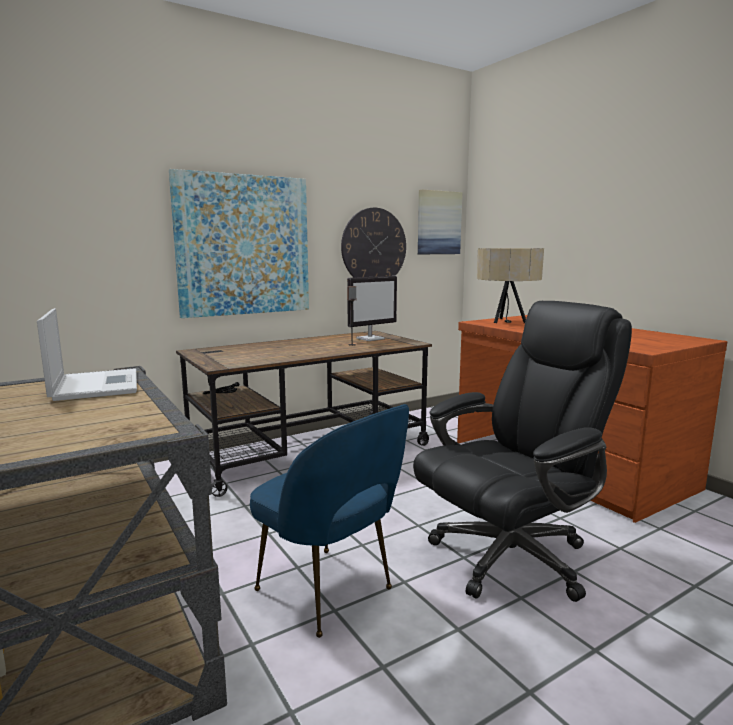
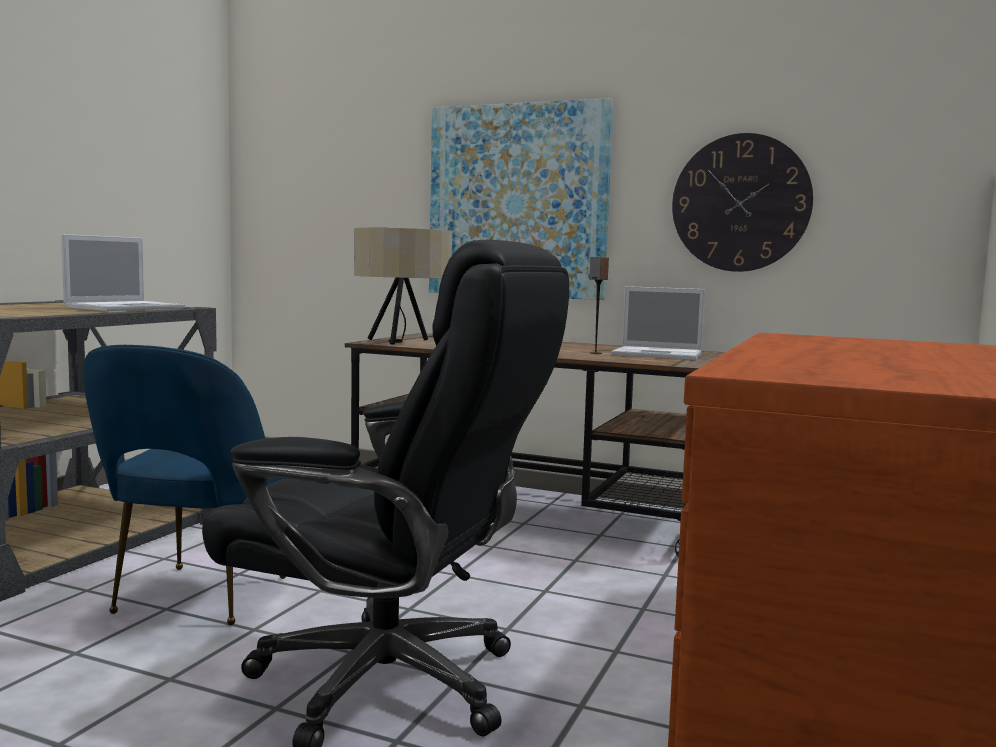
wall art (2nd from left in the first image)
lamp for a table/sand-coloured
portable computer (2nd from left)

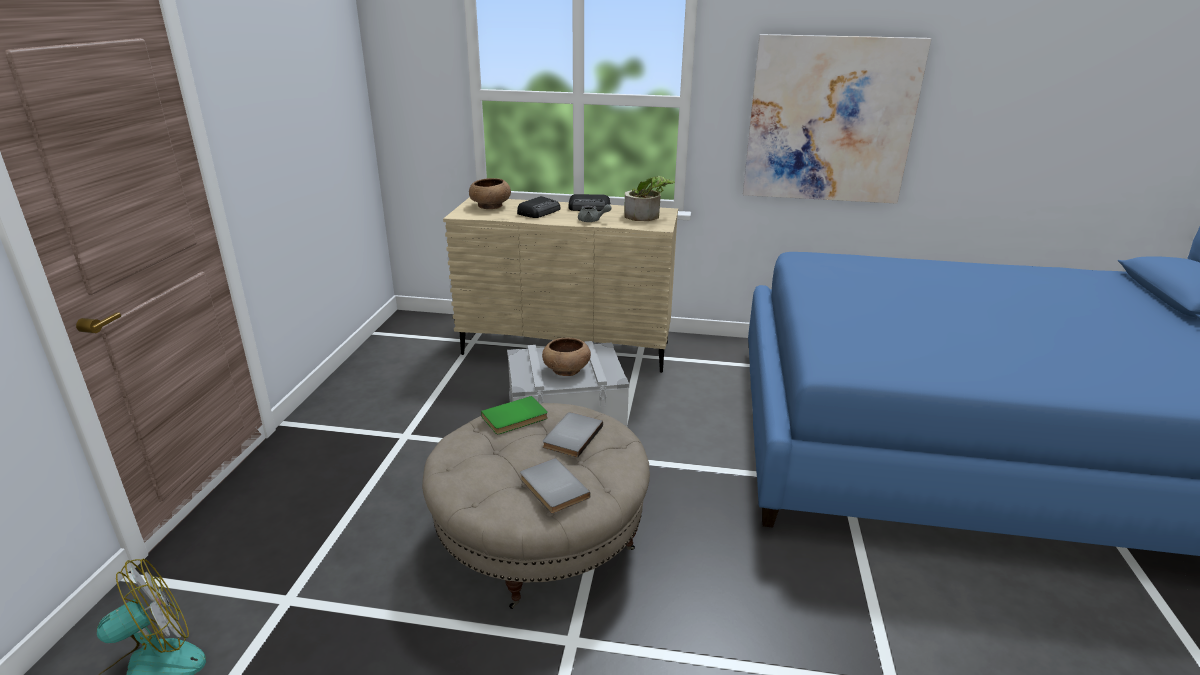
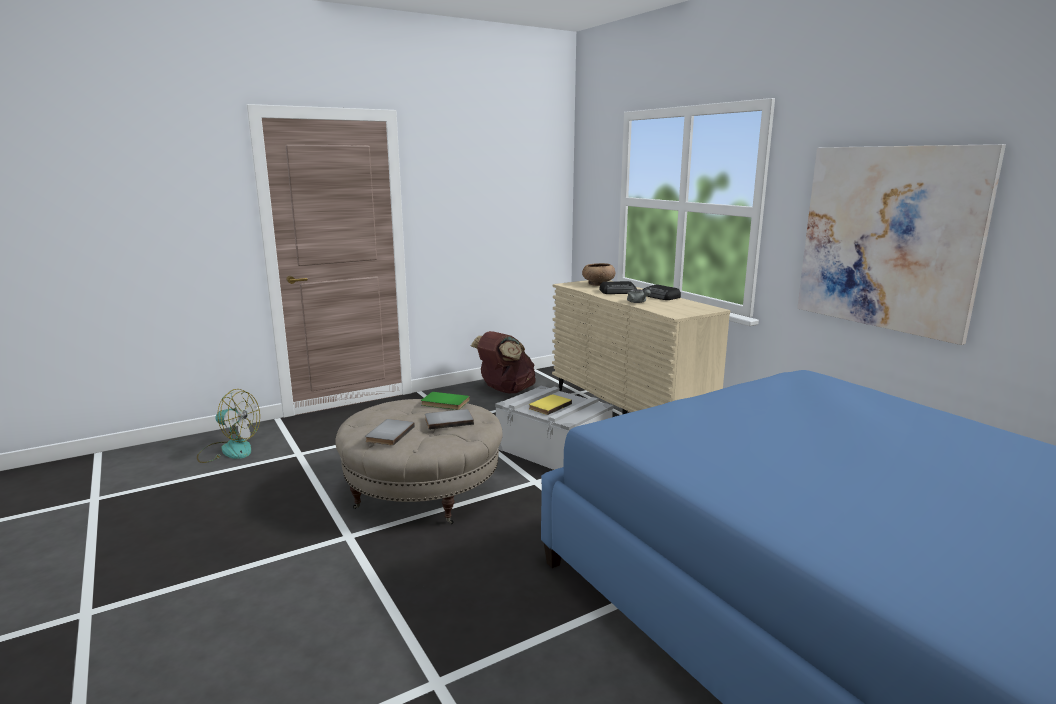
houseplant
knapsack/brown-coloured
bound book/yellow

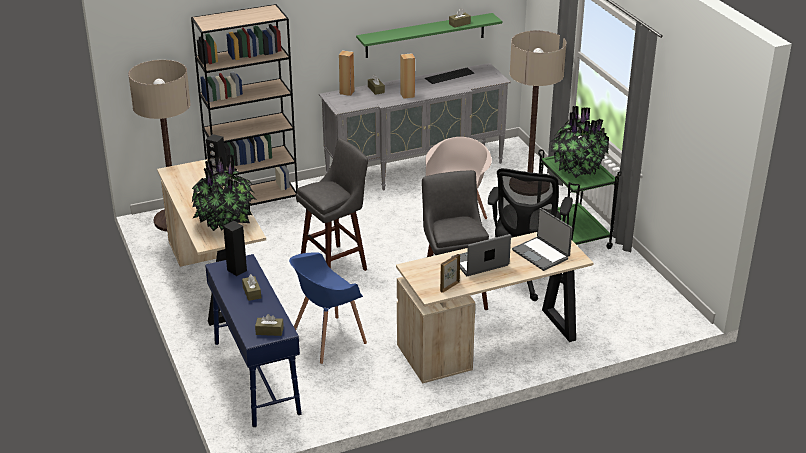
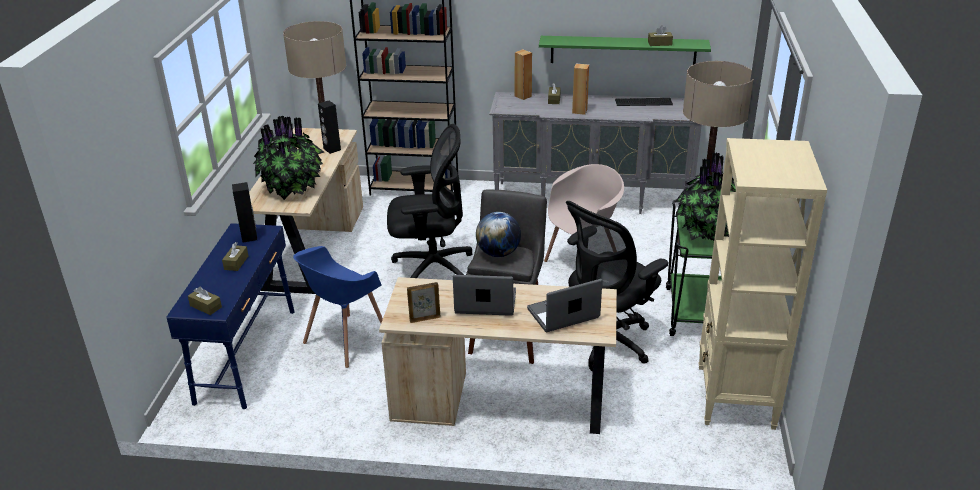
desk globe
bookcase/sand-coloured (2nd from left)
computer chair/blackish (1st from left)
upright chair/blue-coloured
portable computer (2nd from left)

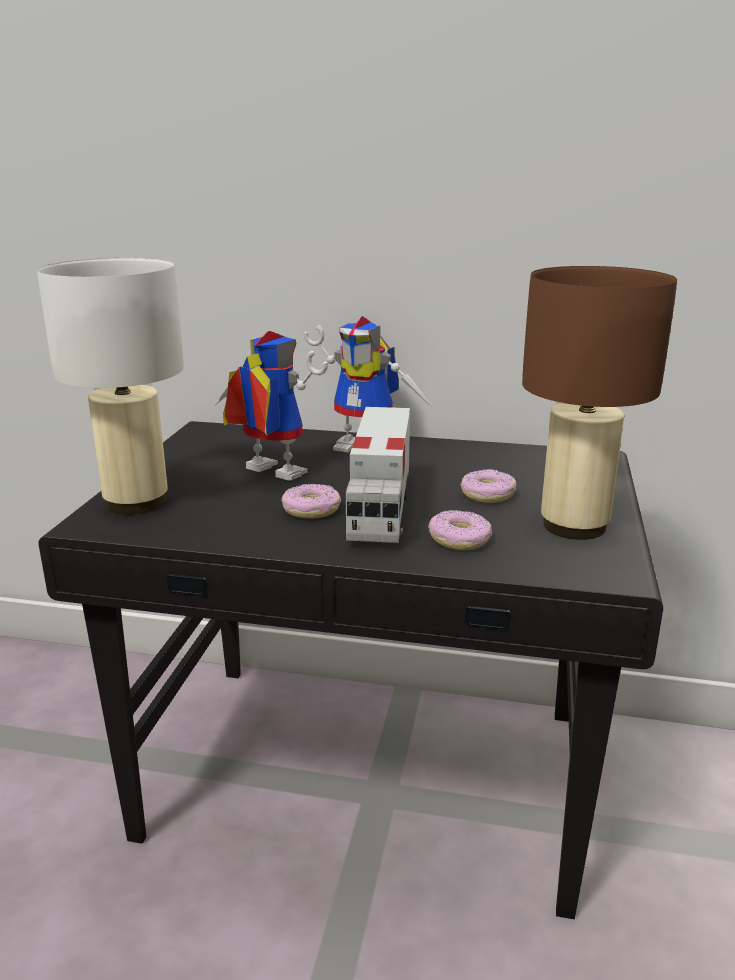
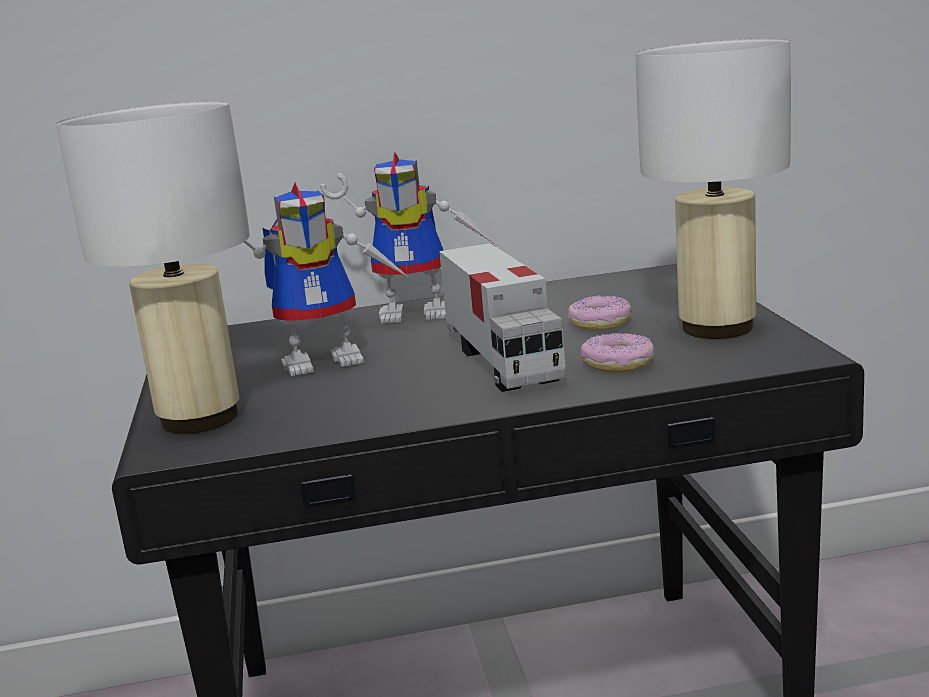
ring doughnut (1st from left in the first image)
lamp for a table/white-coloured (2nd from left)
model robot (1st from left)

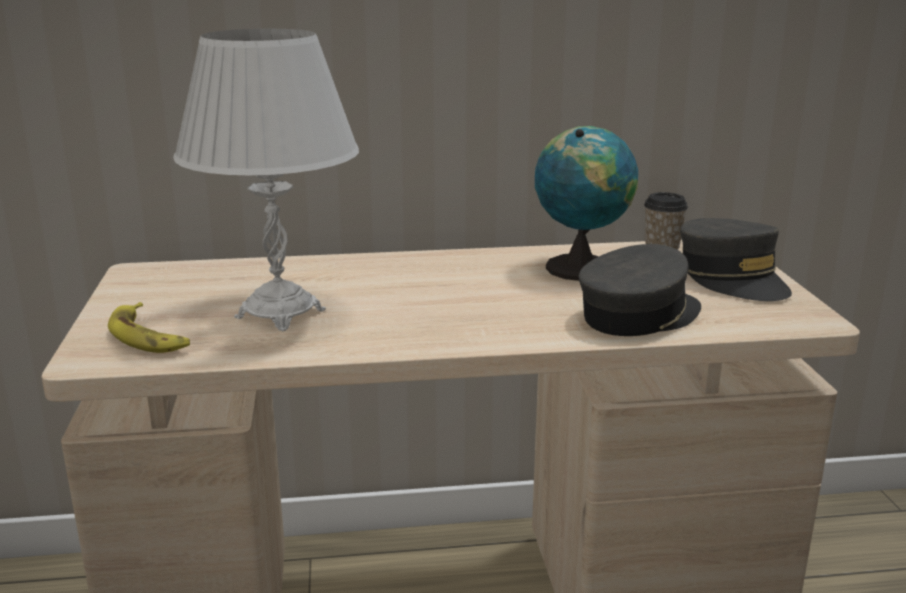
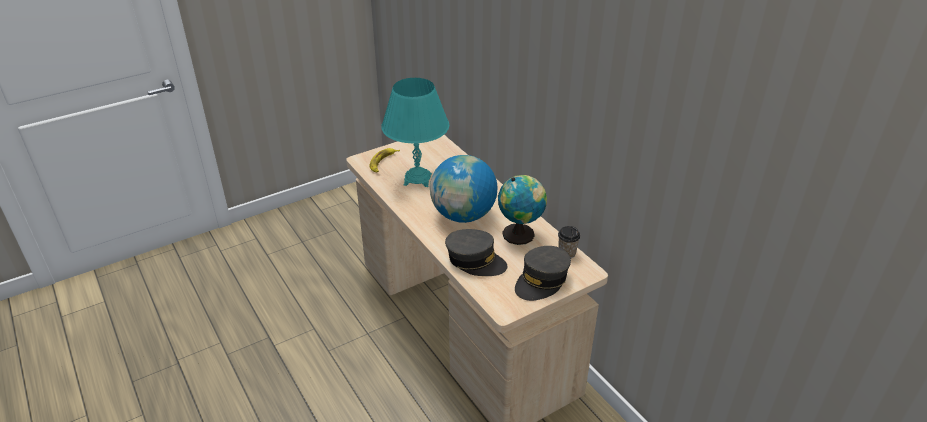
desk globe (1st from left)
lamp for a table/turquoise

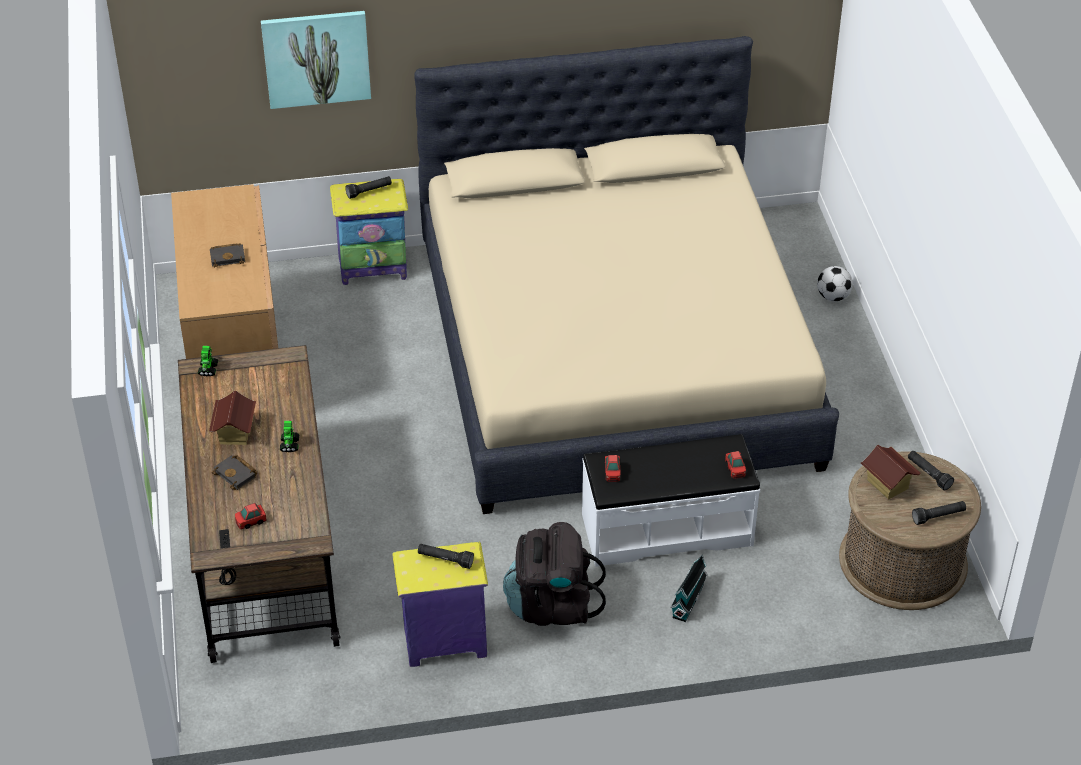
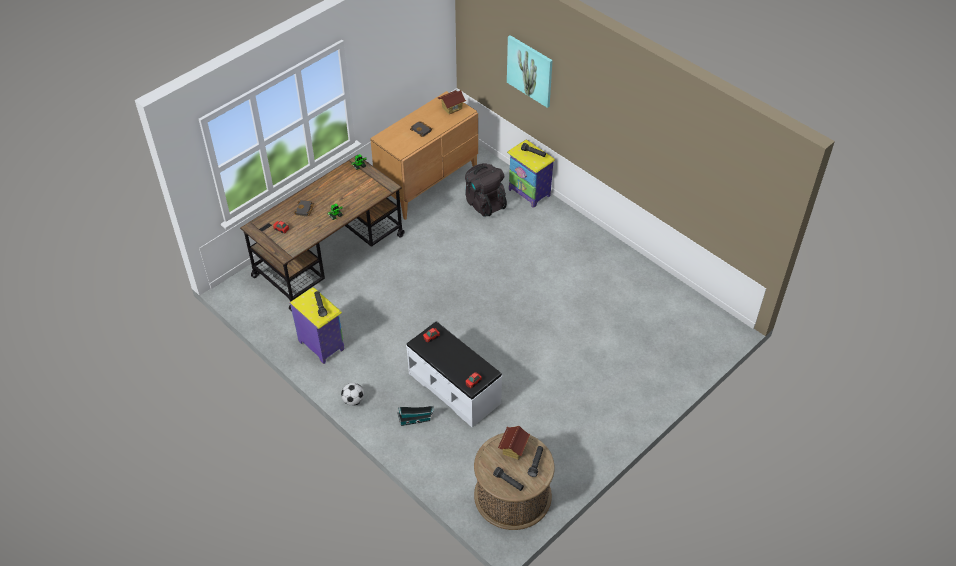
bed/sand-coloured
model house (2nd from left)
knapsack/blackish
ball for football

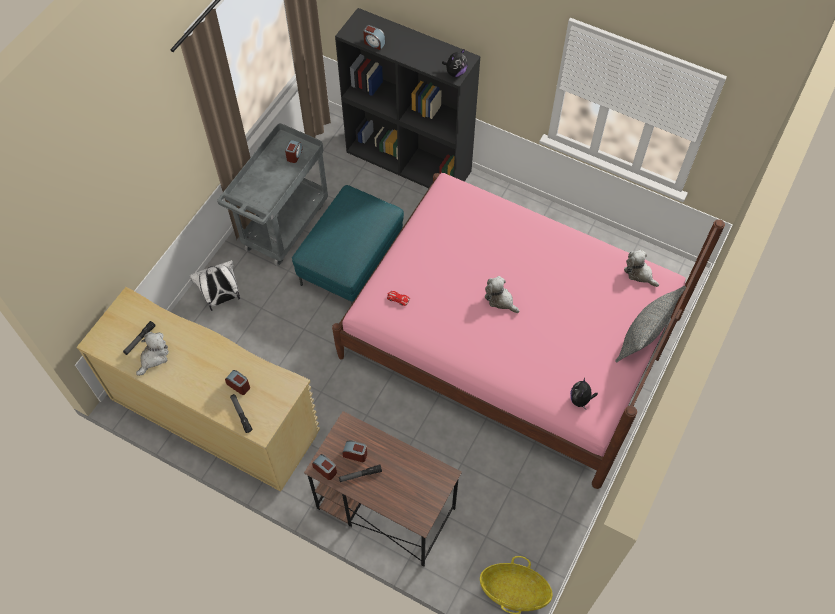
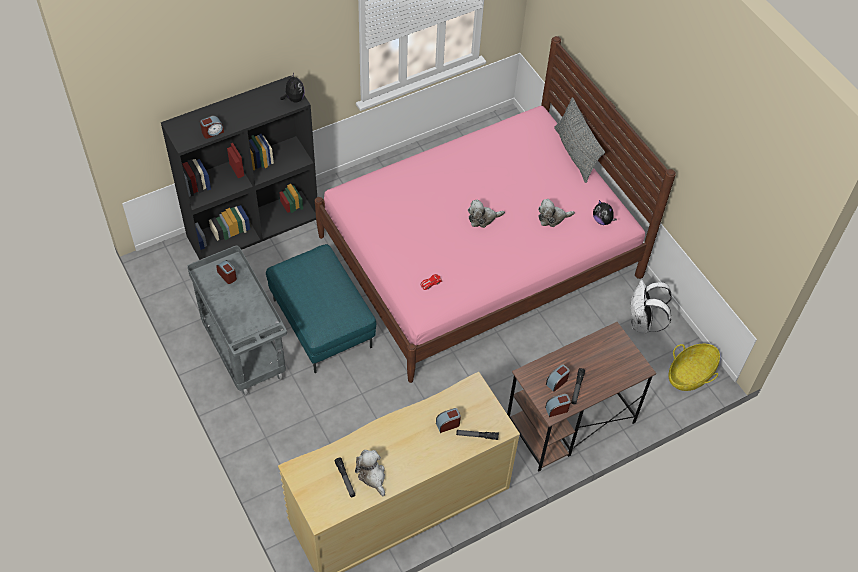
knapsack/white-coloured
soft toy (4th from left)

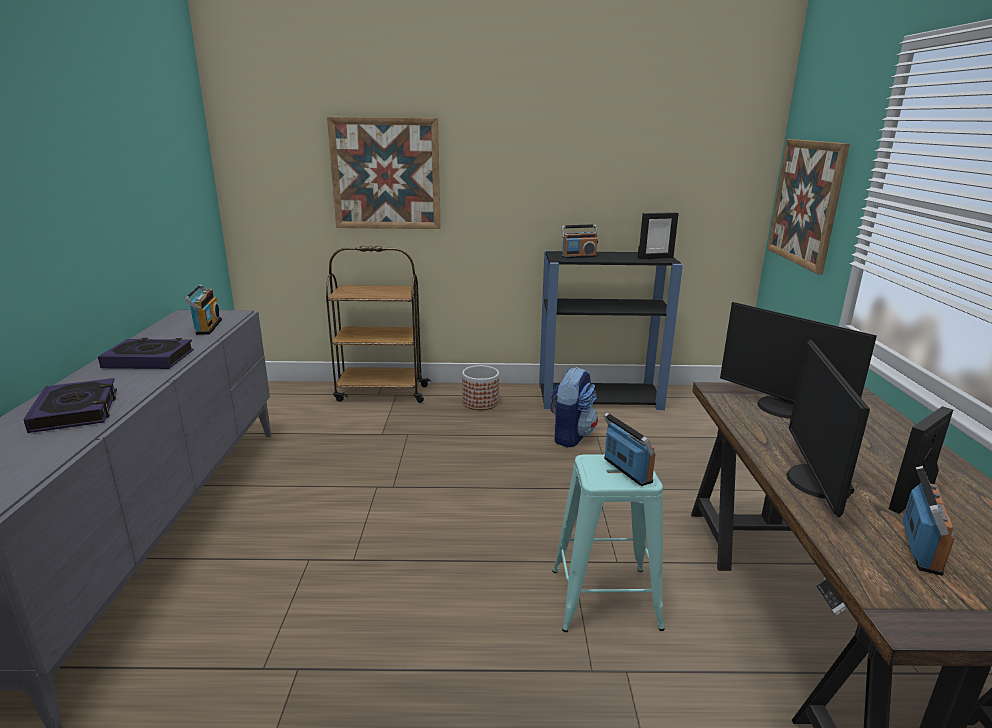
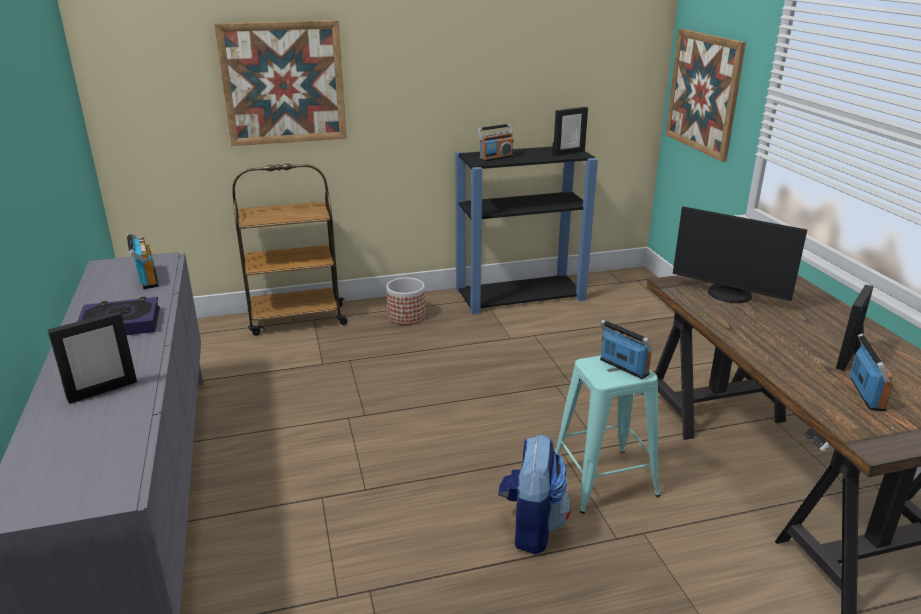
monitor (2nd from left in the first image)
knapsack
photo frame (1st from left)

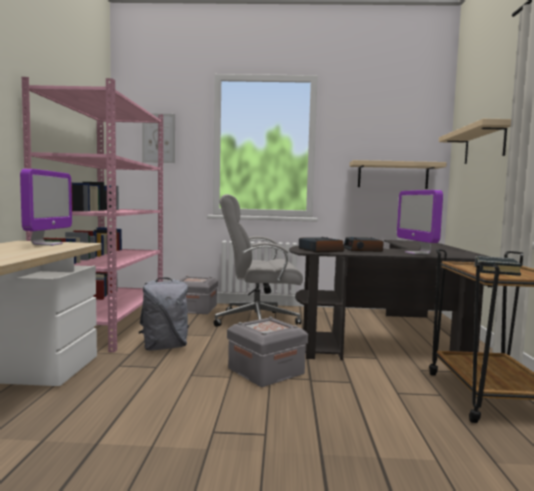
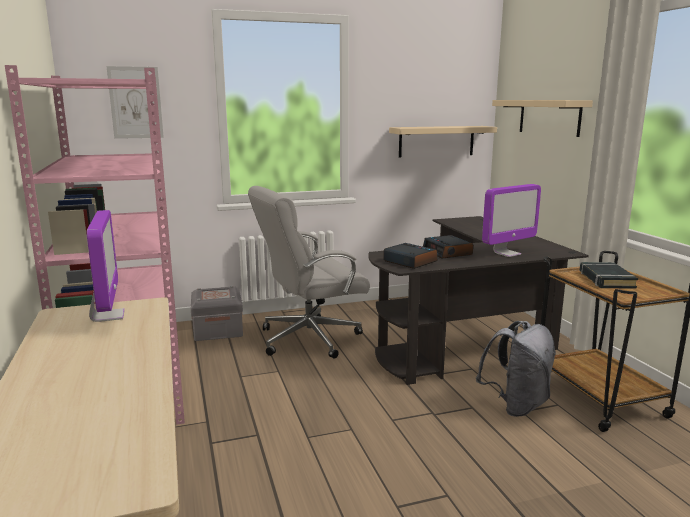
storage box/grey (2nd from left in the first image)
knapsack/grey
monitor (2nd from left)

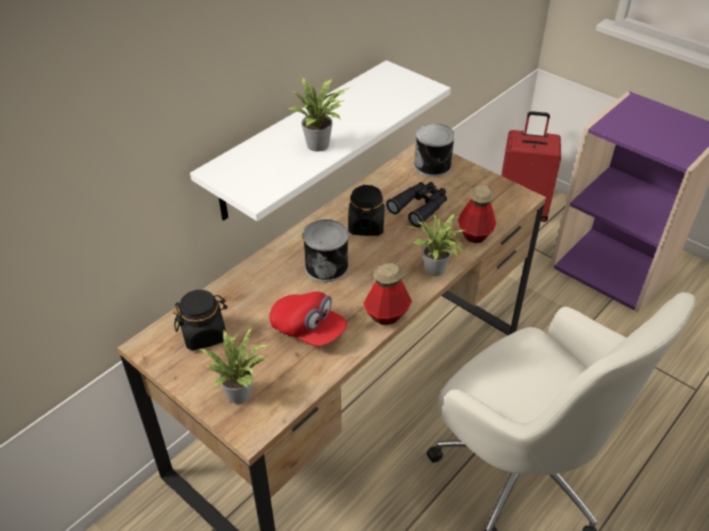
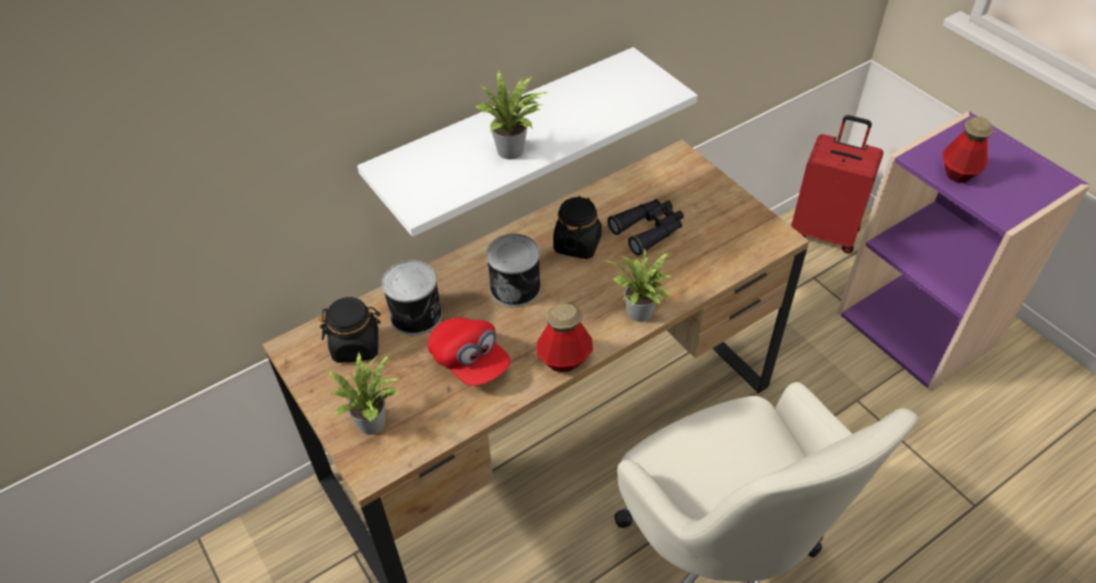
sealed can (1st from left)
beverage bottle (2nd from left)

